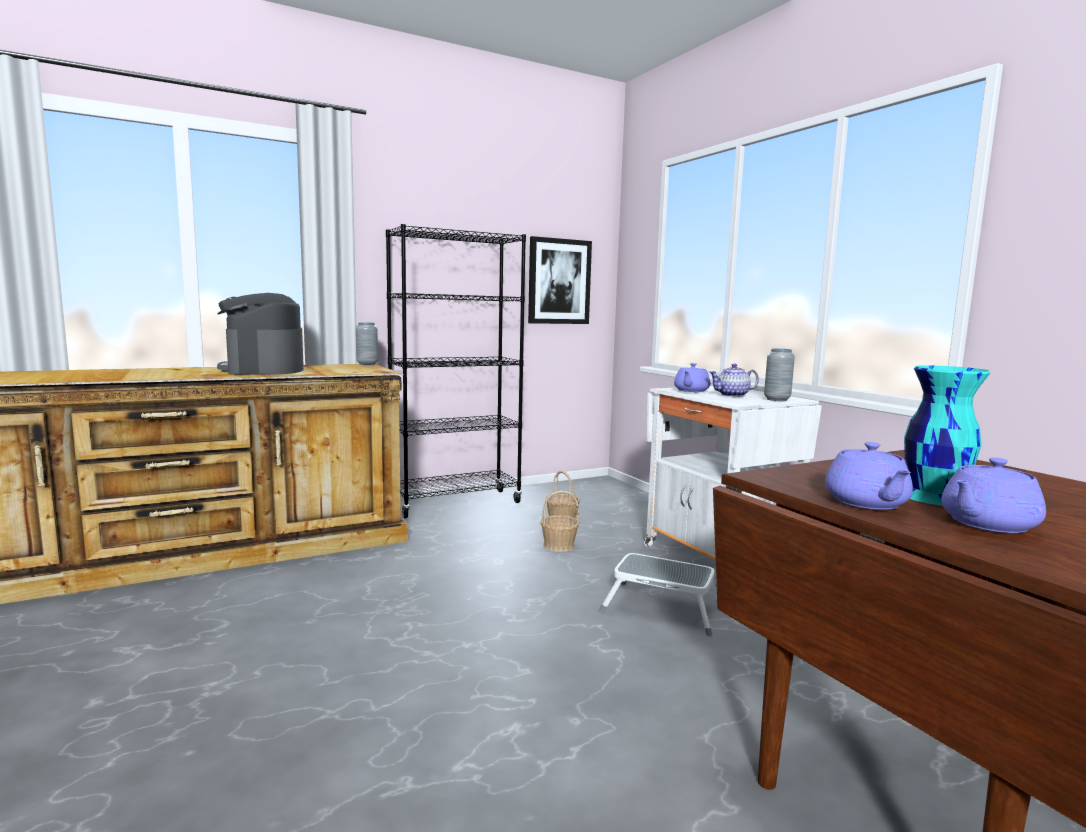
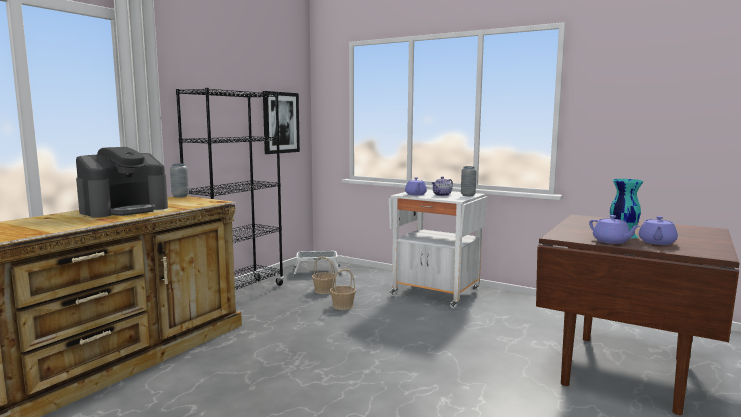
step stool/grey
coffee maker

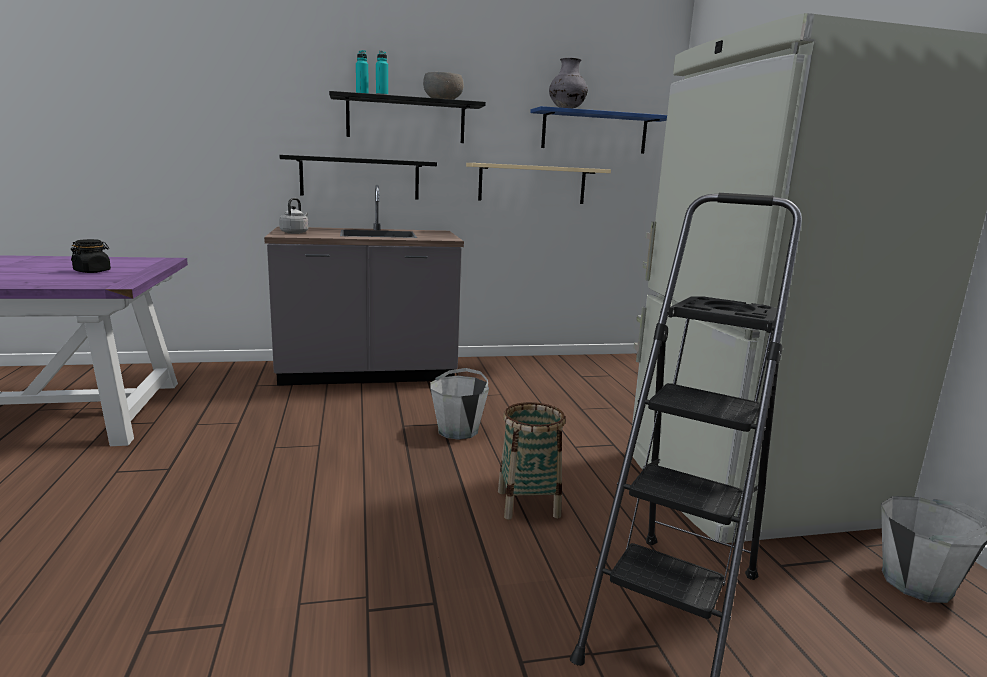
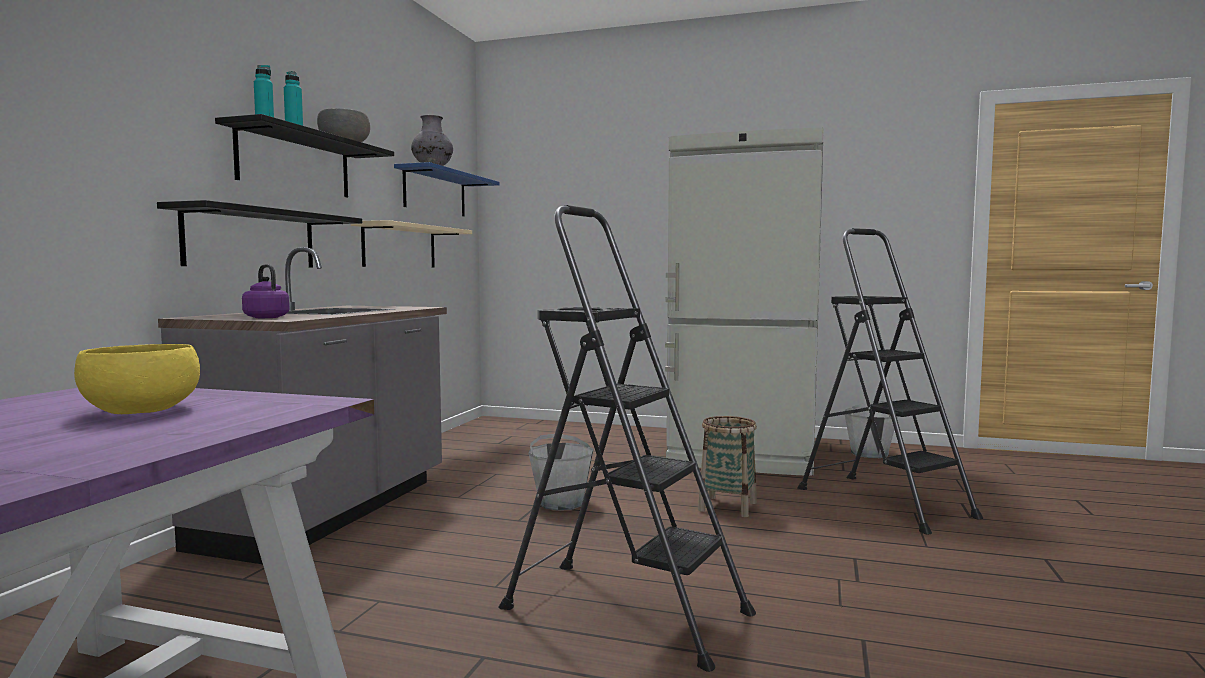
step stool (1st from left)
bowl/yellow
tea kettle/purplish

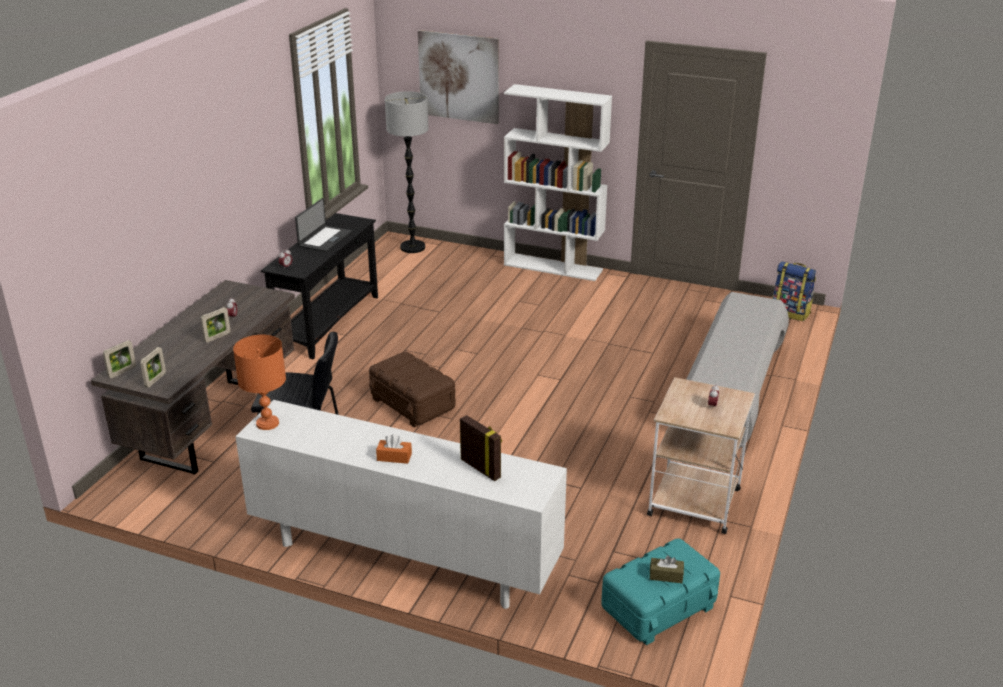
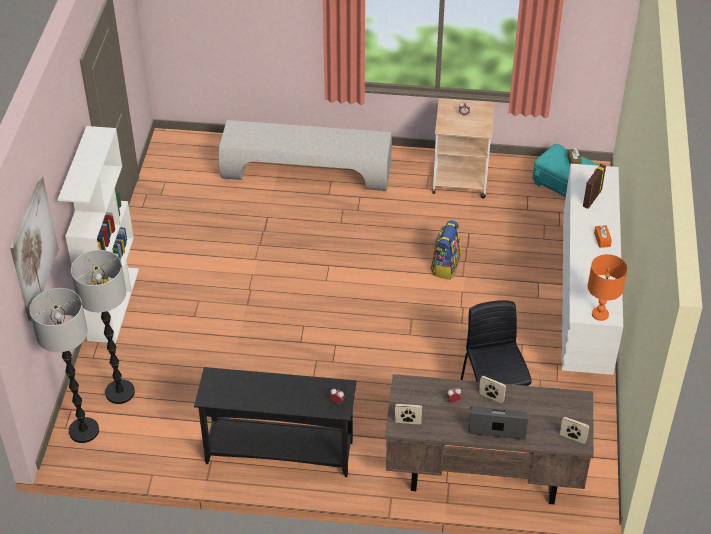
storage box/brown-coloured
floor lamp (2nd from left)
photo frame (1st from left)
portable computer
knapsack

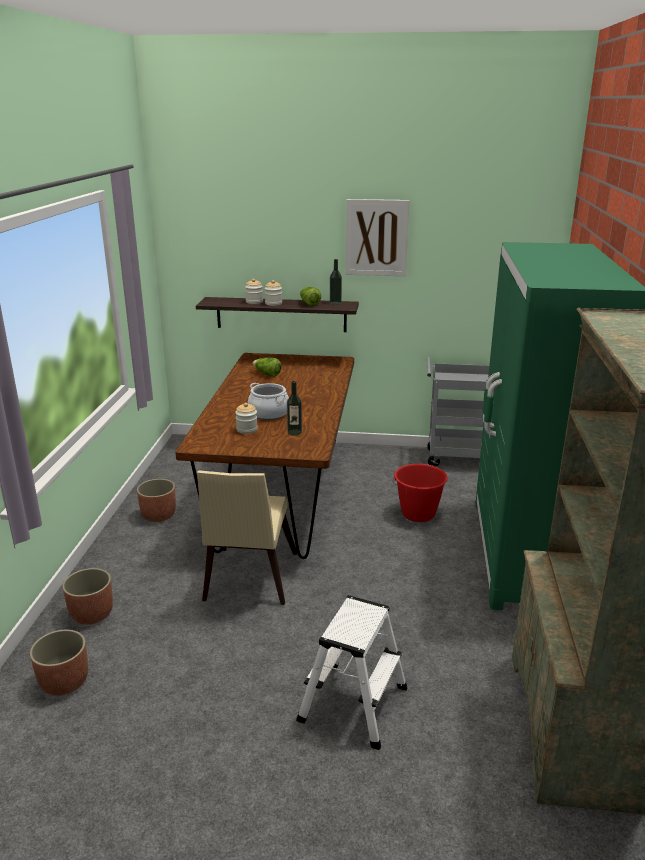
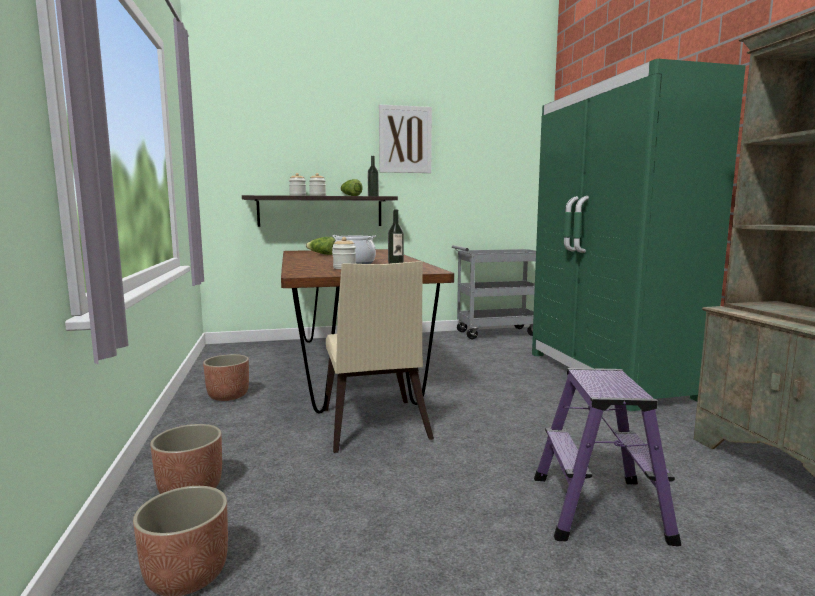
water bucket/red
step stool/purplish

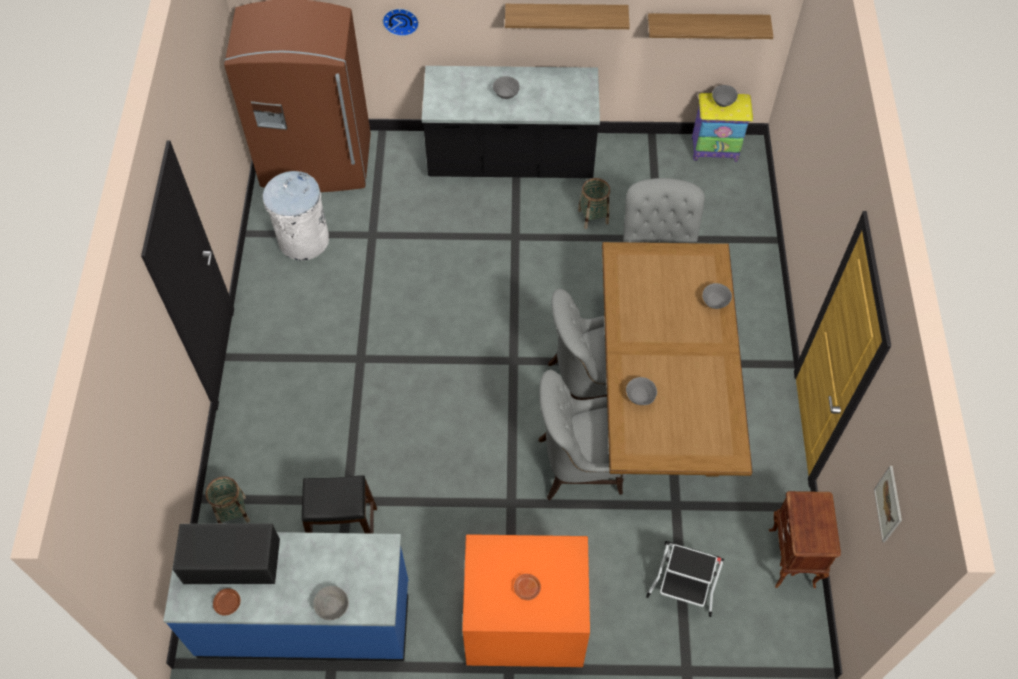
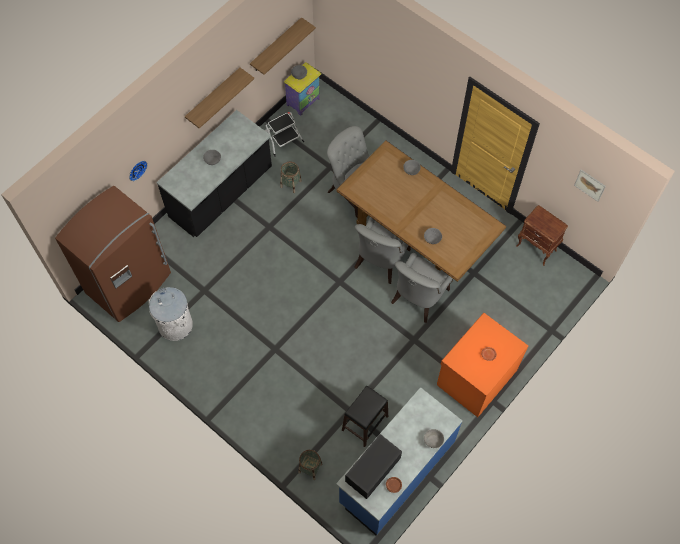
step stool

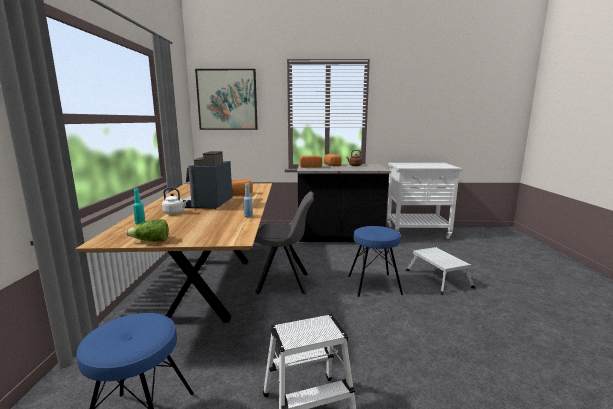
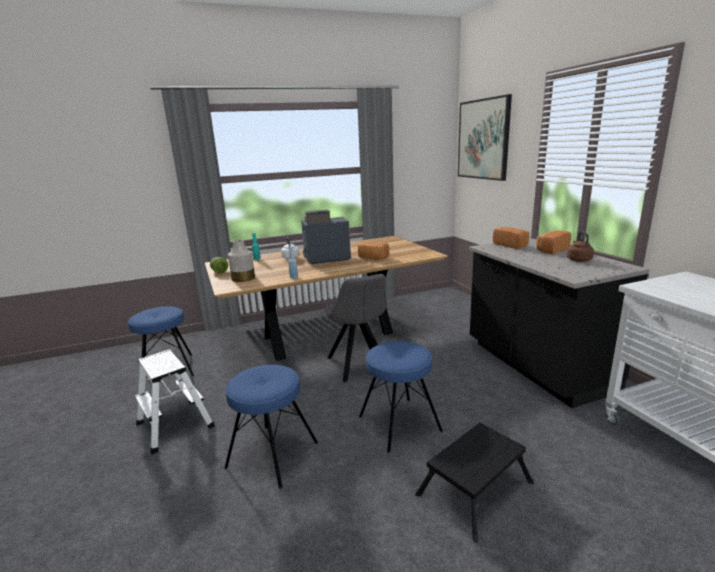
stool/blue-coloured (2nd from left)
vase/sand-coloured
step stool/blackish

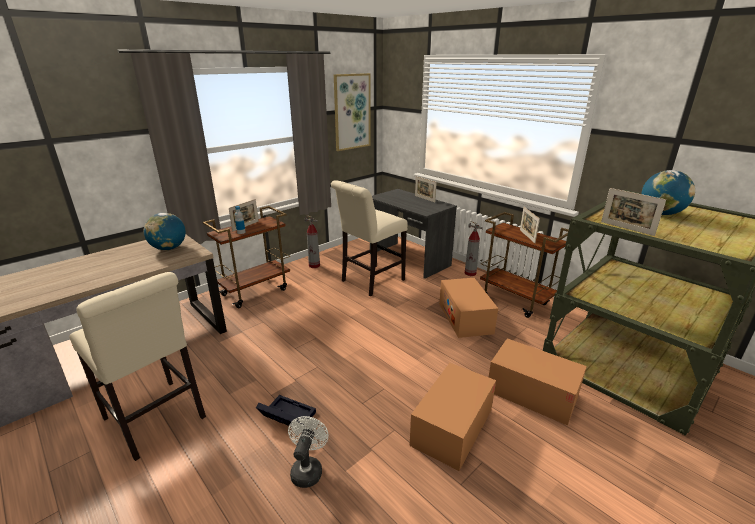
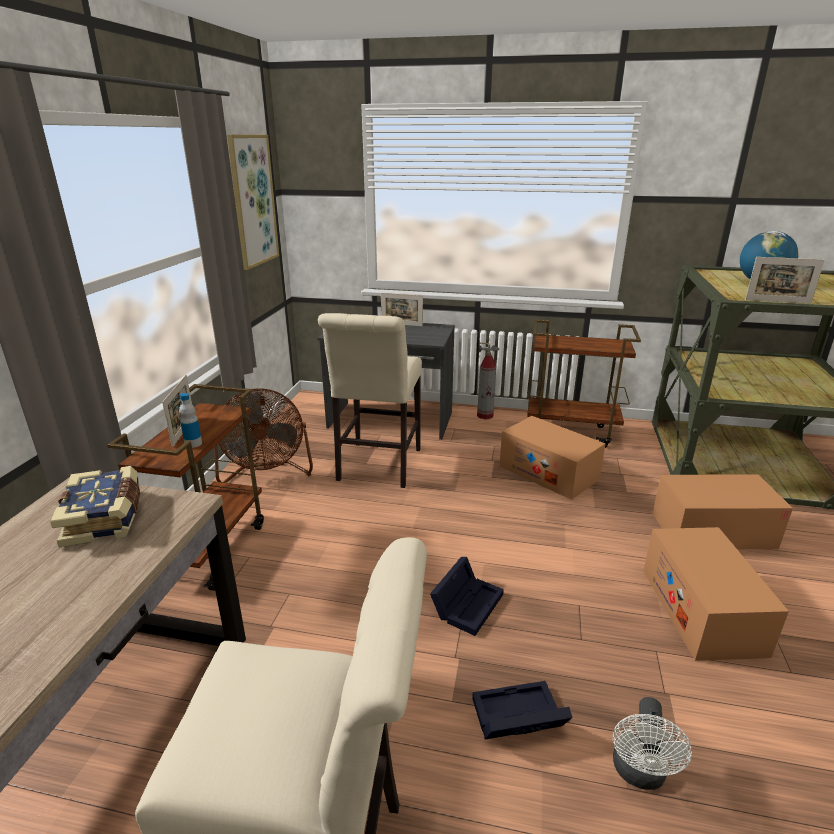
photo frame (3rd from left in the first image)
storage box/blackish (1st from left)
bound book
electric fan/brown-coloured
electric fan/white-coloured

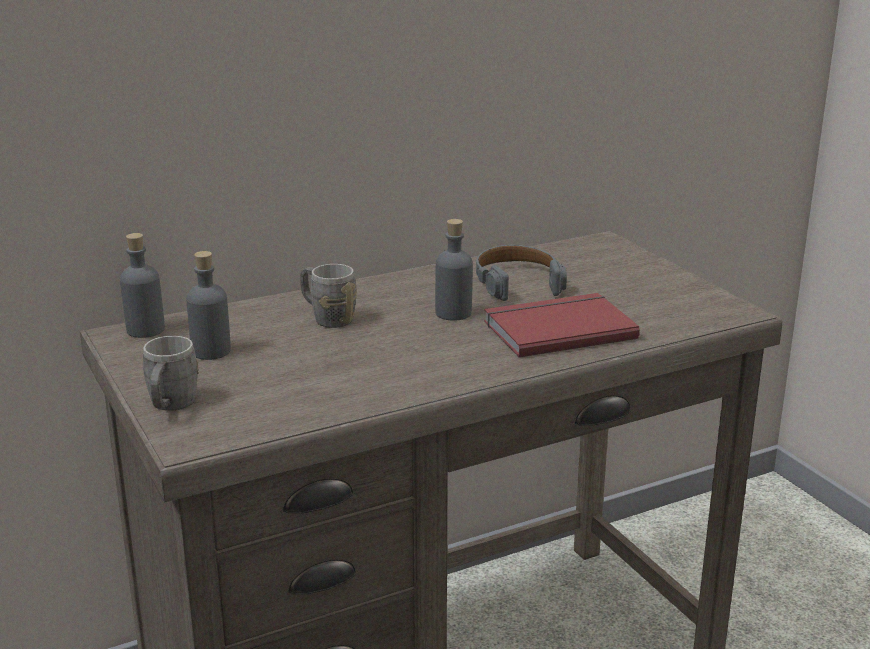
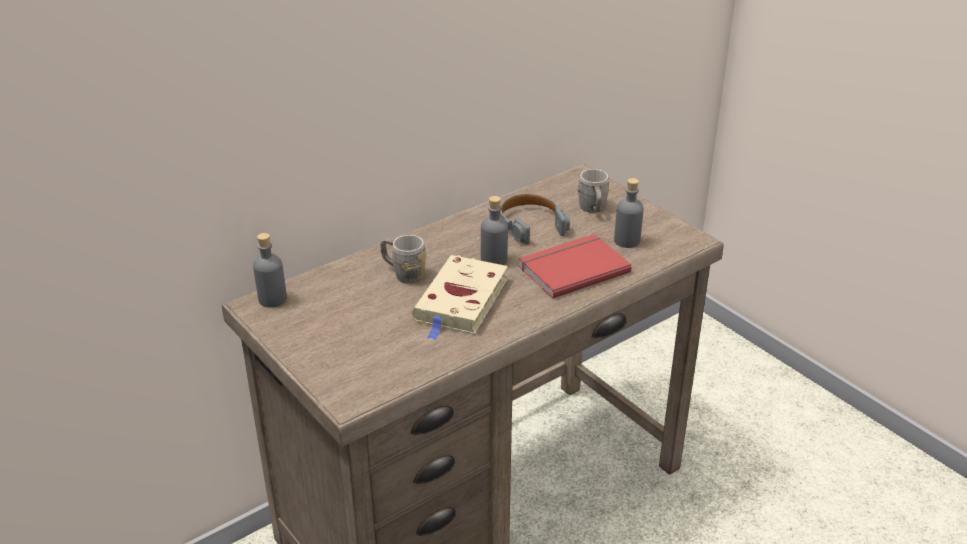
bound book/sand-coloured
tea mug/grey (2nd from left)
beverage bottle/grey (3rd from left)

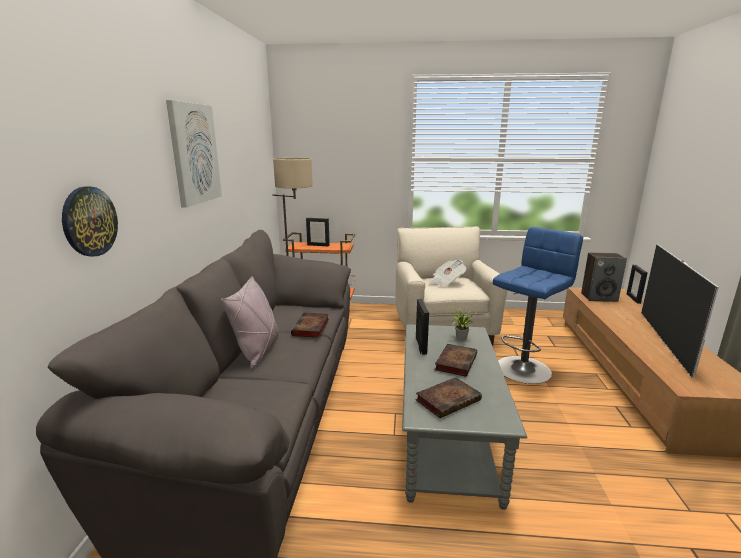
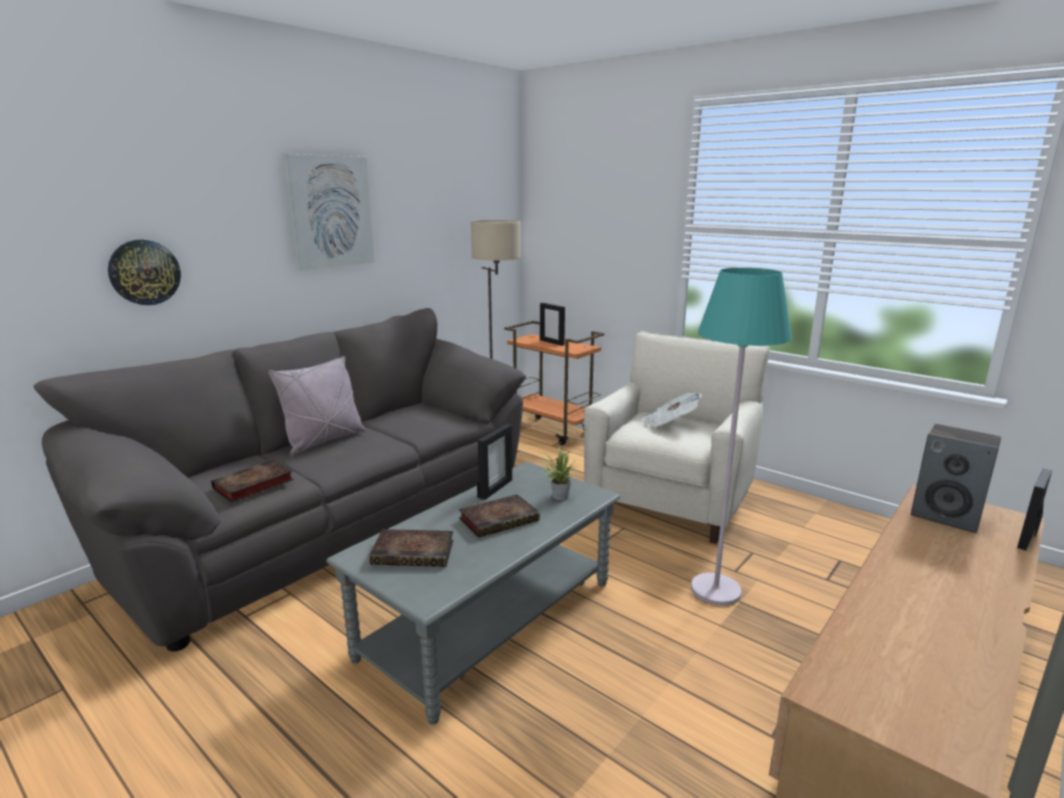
TV
bound book (1st from left)
floor lamp/turquoise

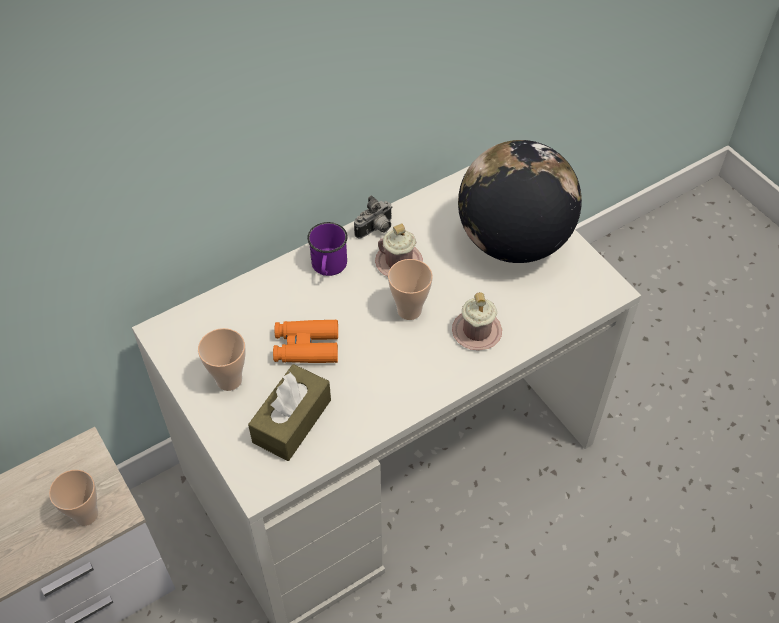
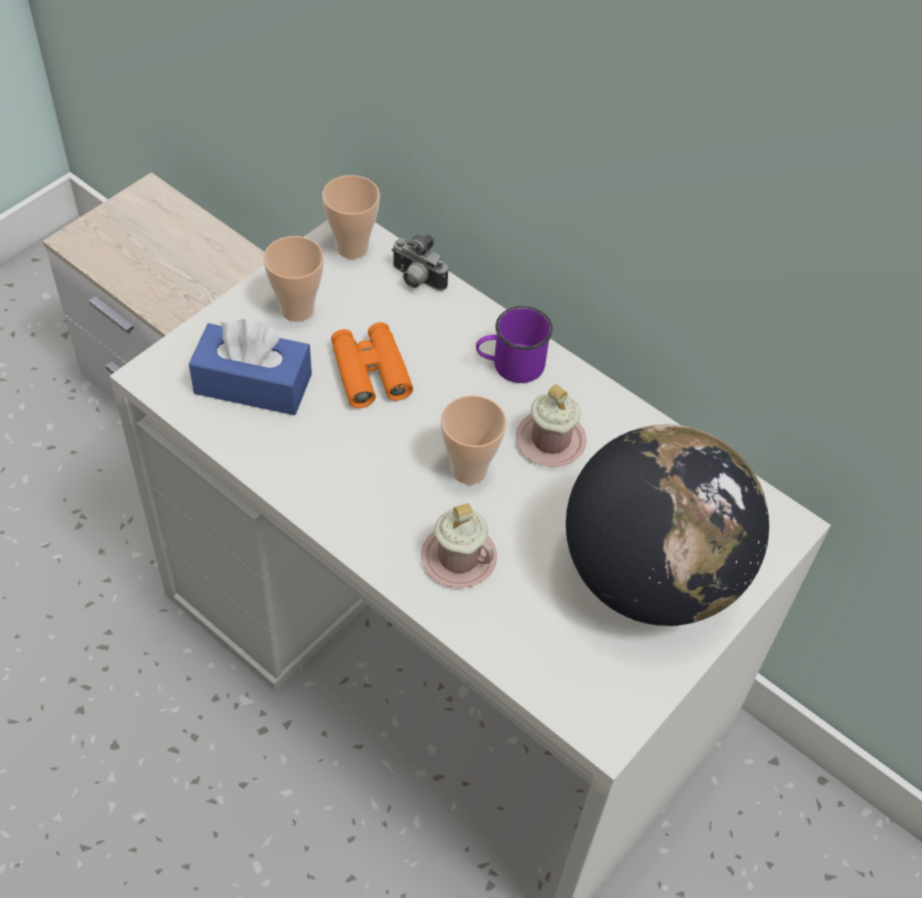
small cup (2nd from left)
photo camera
tissue holder/blue-coloured

